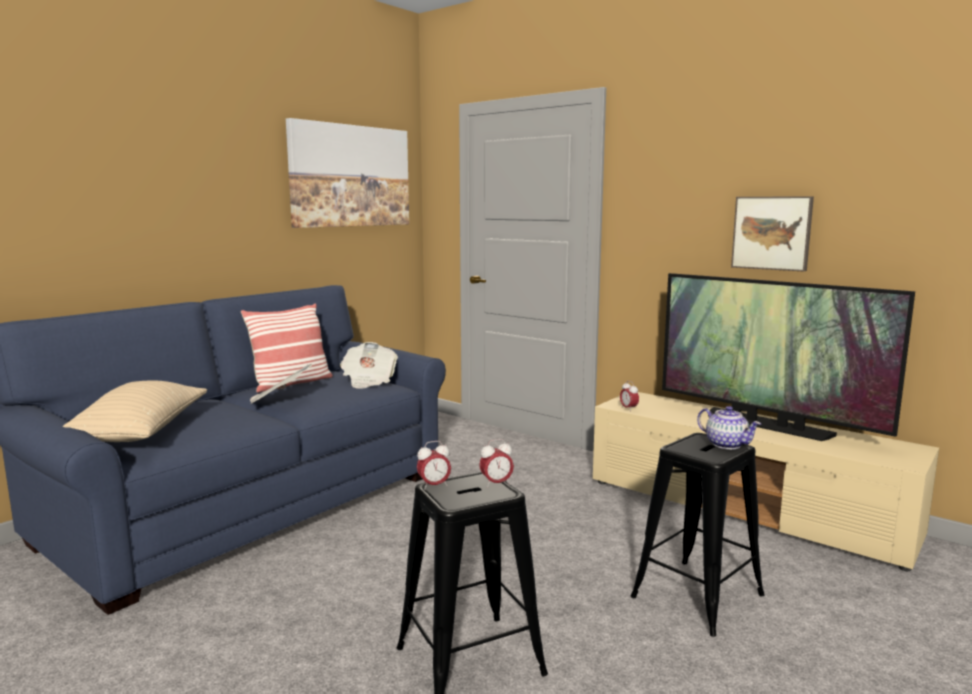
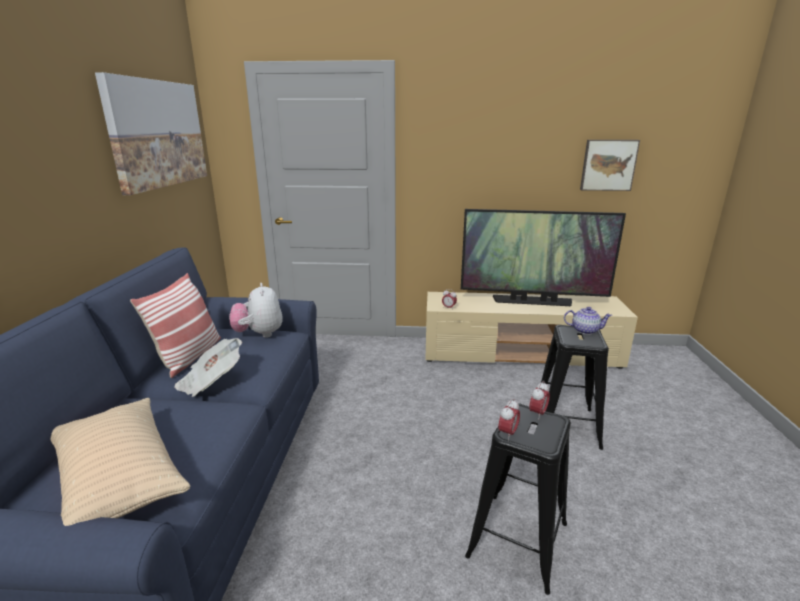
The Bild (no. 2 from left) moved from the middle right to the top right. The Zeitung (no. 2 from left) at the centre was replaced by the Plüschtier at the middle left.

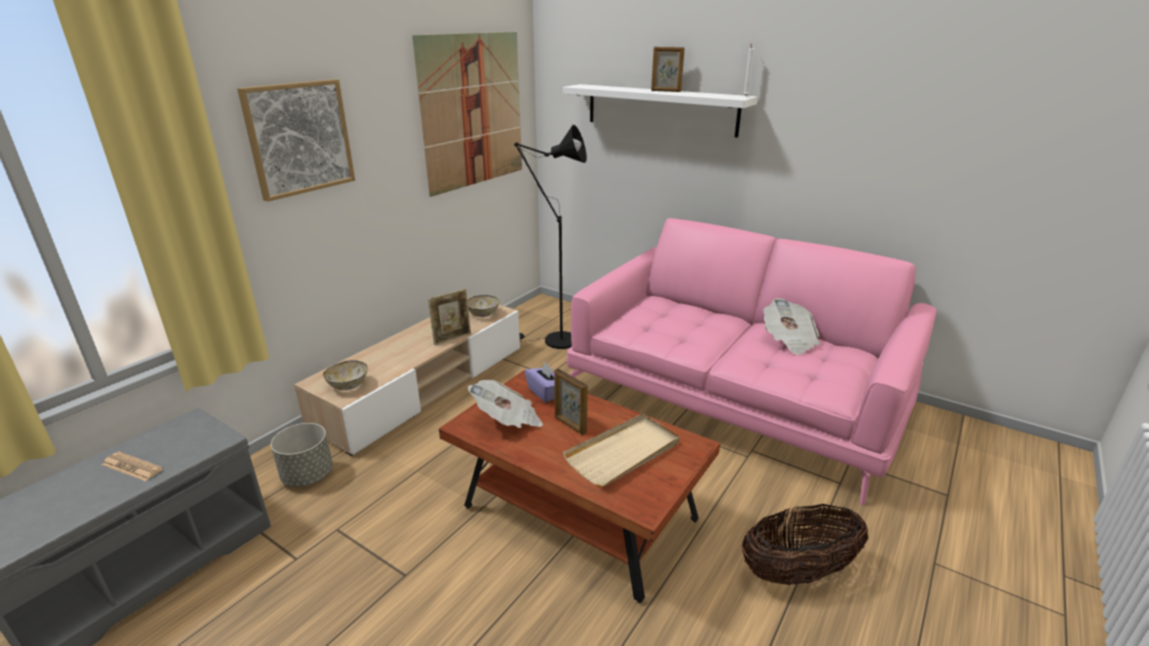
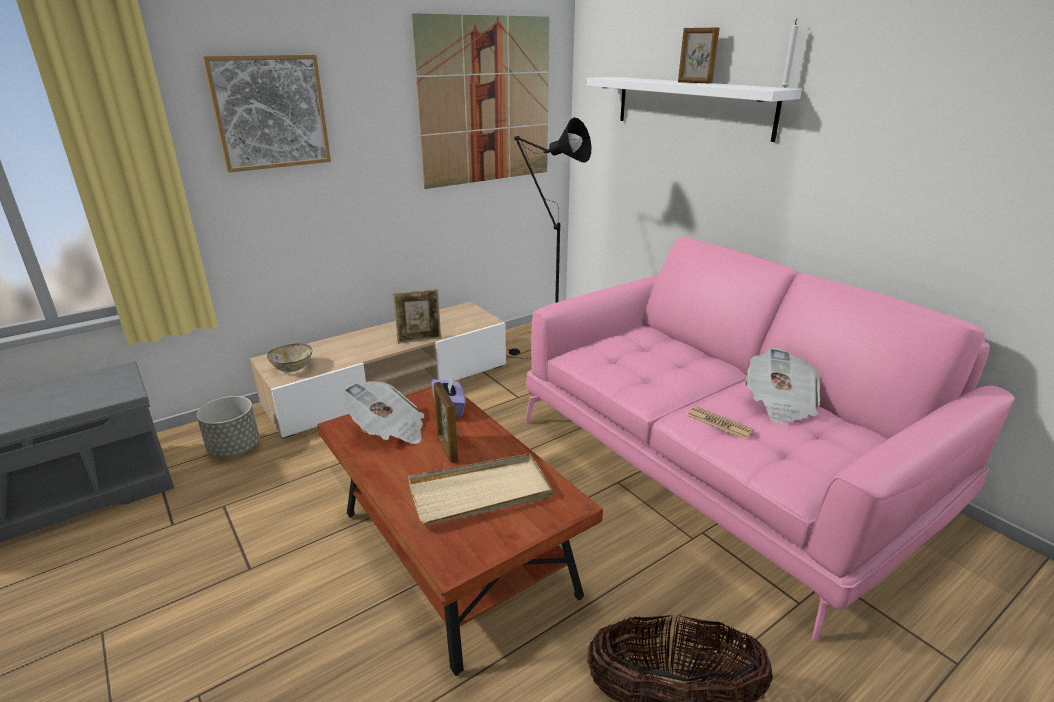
The Schüssel (no. 2 from left) at the centre disappeared. The Zeitung (no. 1 from left in the first image) moved from the bottom left to the middle right.

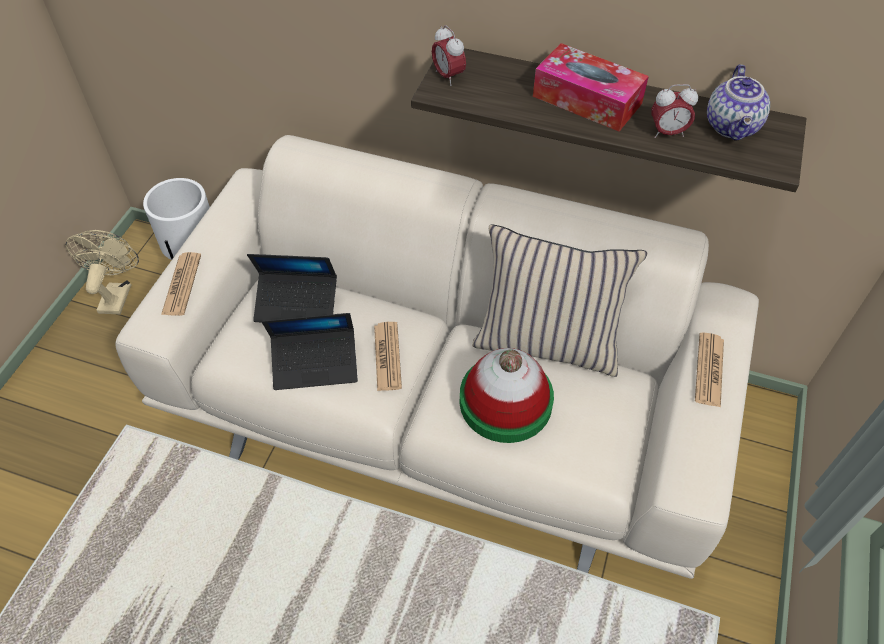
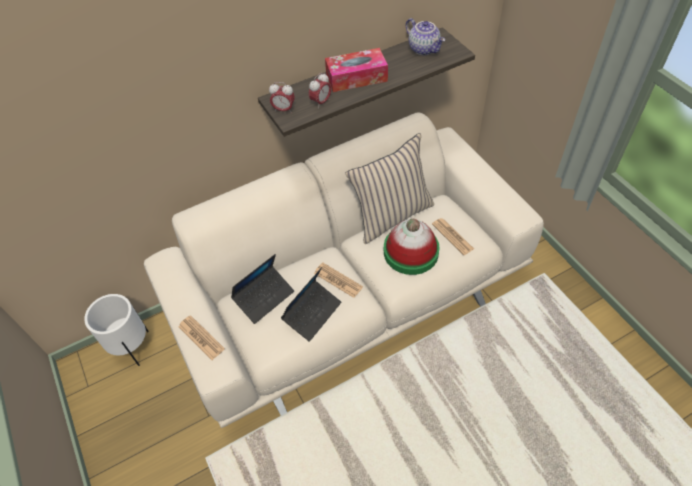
The Wecker (no. 2 from left) moved from the top right to the top centre. The Ventilator [beige] at the middle left disappeared. The Zeitung (no. 3 from left) moved from the middle right to the centre.

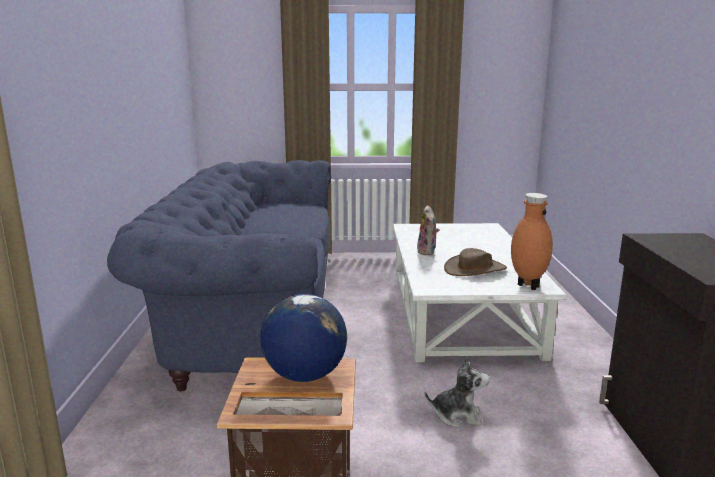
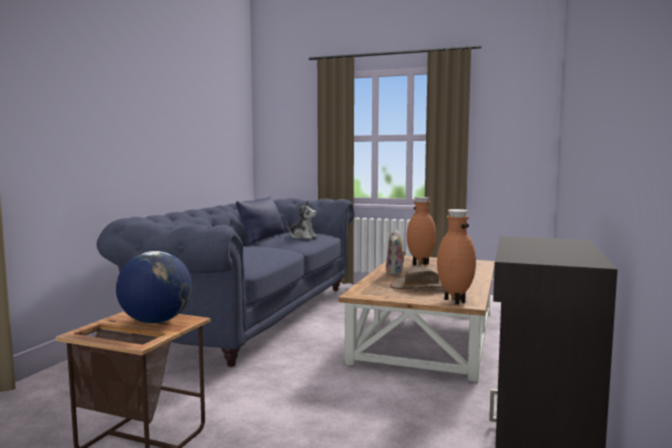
The Couchtisch [weiß] at the middle right became the Couchtisch [braun] at the bottom centre. The Plüschtier (no. 2 from left in the first image) moved from the bottom centre to the centre. The Kissen [blau] at the centre appeared. The Vase [braun] (no. 1 from left) at the centre appeared.

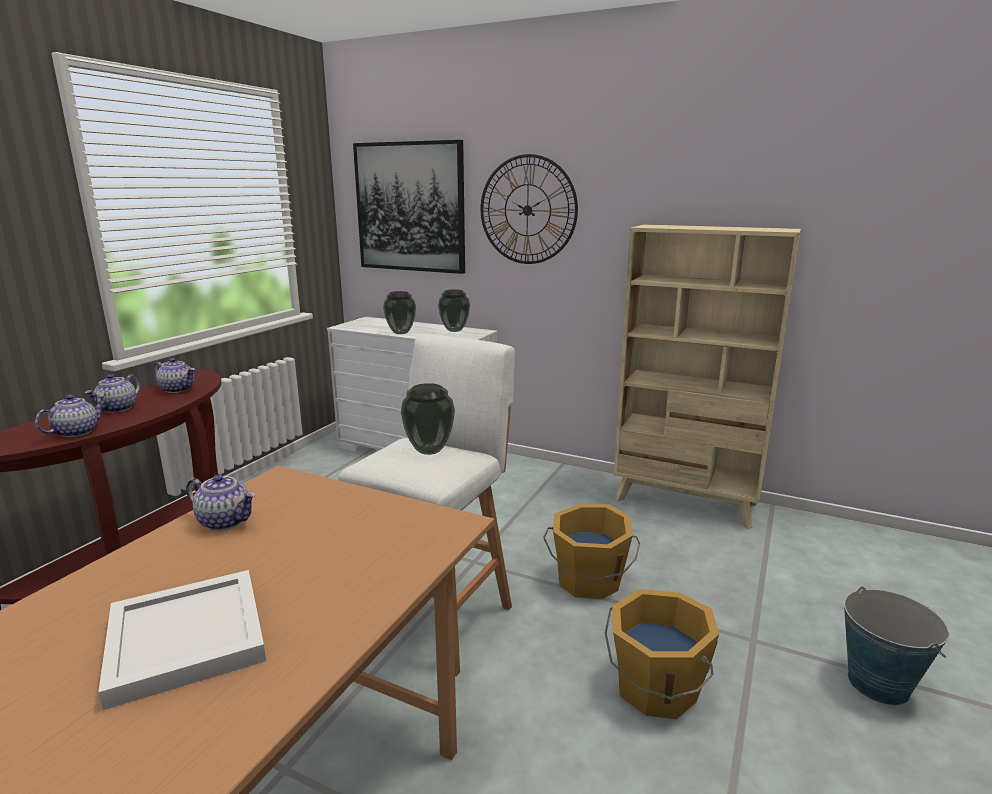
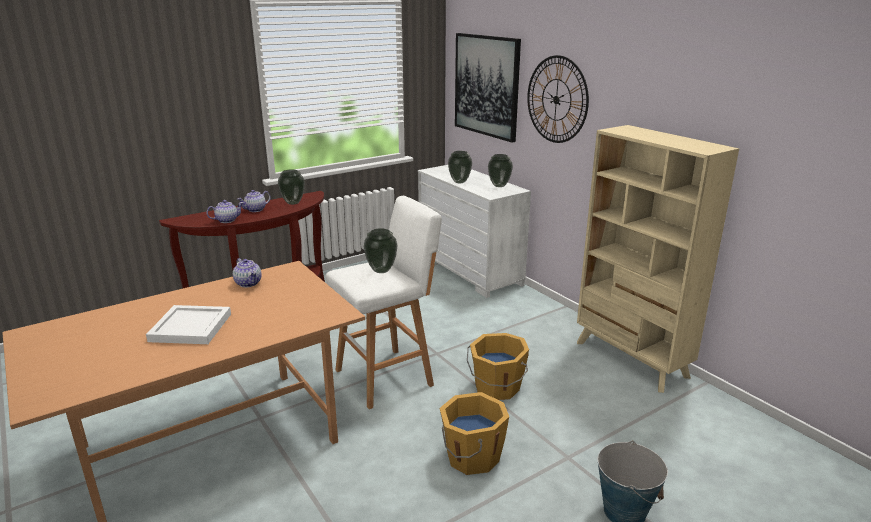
The Teekanne (no. 3 from left) at the middle left was replaced by the Vase (no. 1 from left) at the centre.

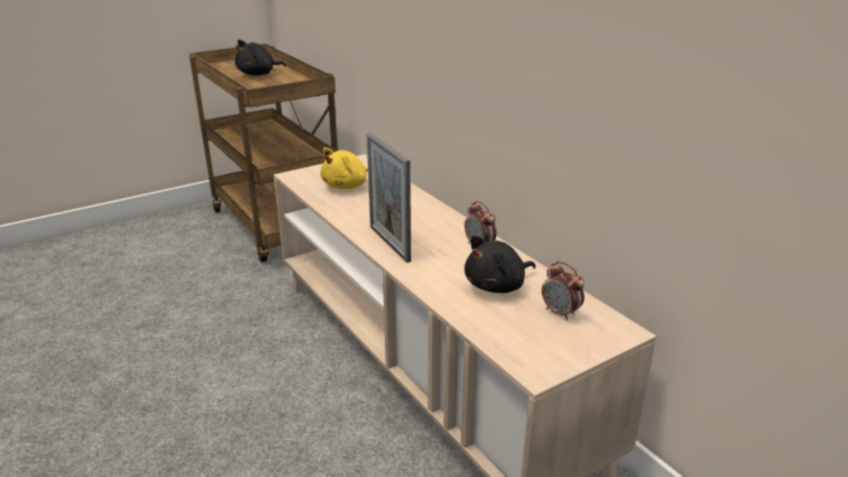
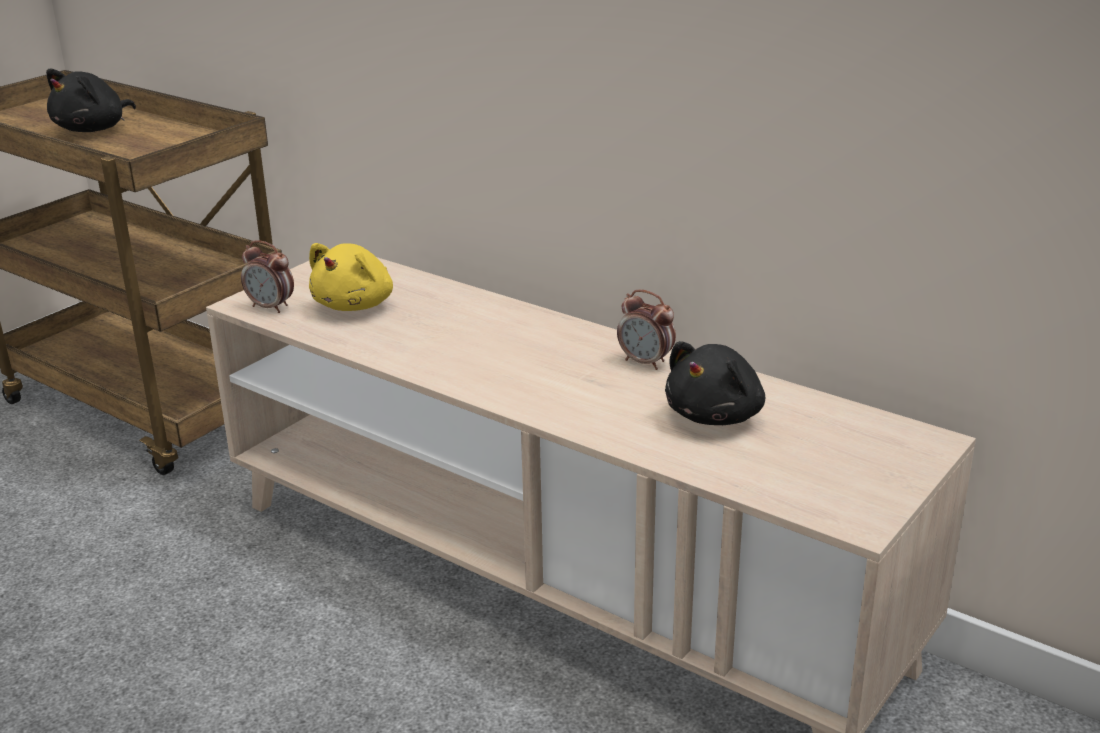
The Bilderrahmen at the centre disappeared. The Wecker (no. 2 from left in the first image) moved from the centre to the middle left.

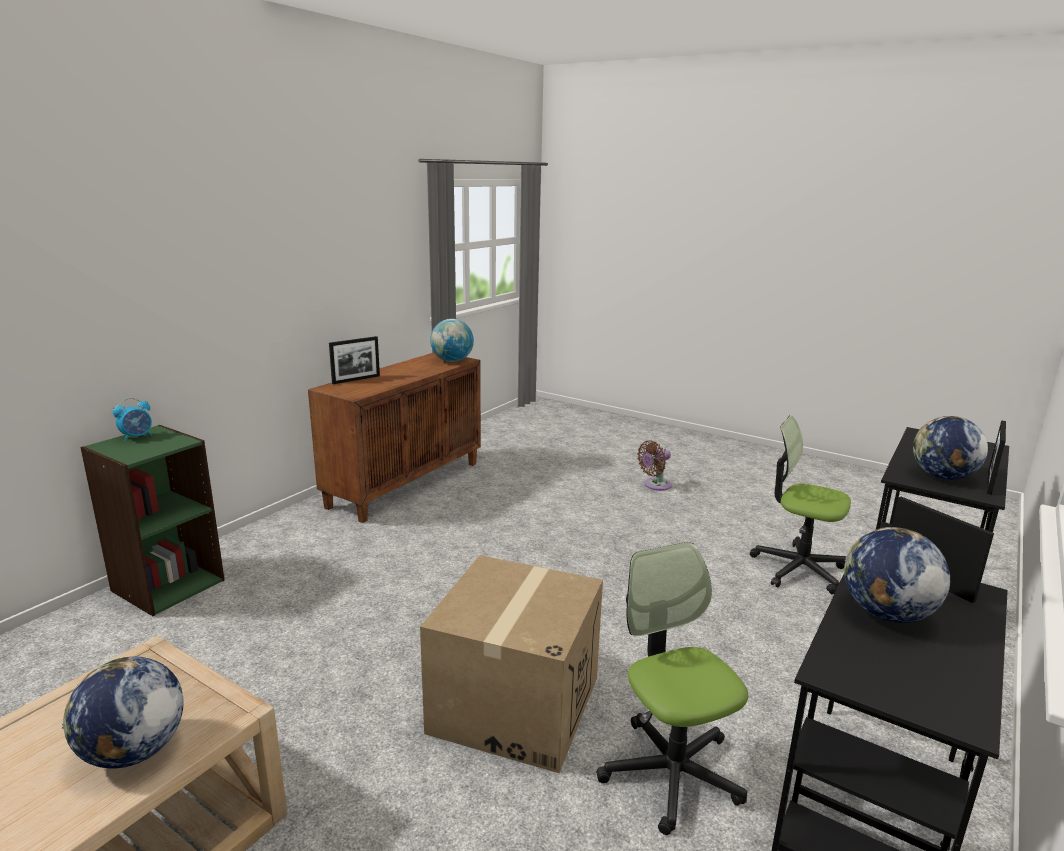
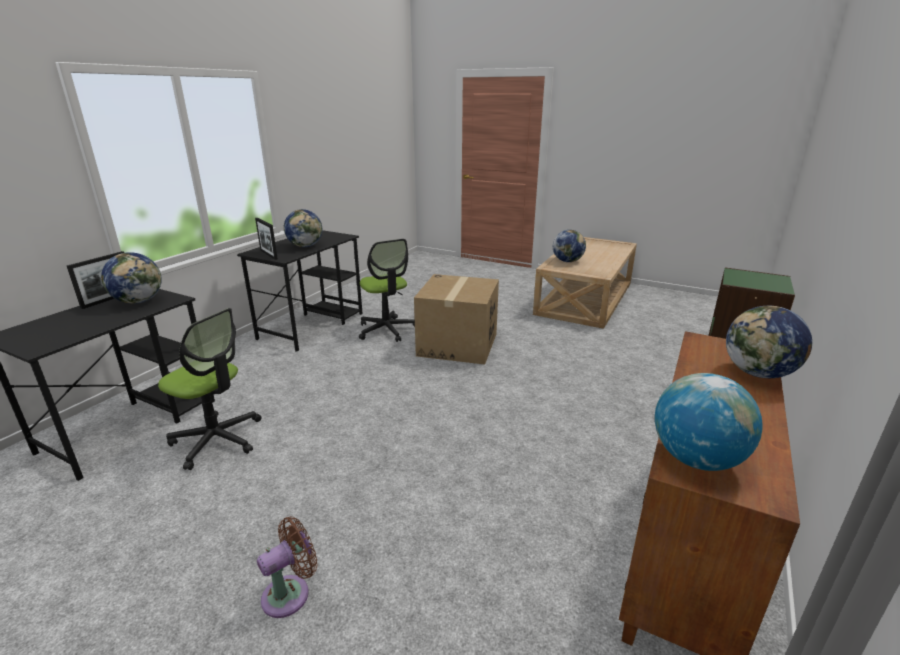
The Bilderrahmen (no. 1 from left) at the middle left was replaced by the Globus (no. 5 from left) at the middle right. The Wecker at the middle left disappeared.

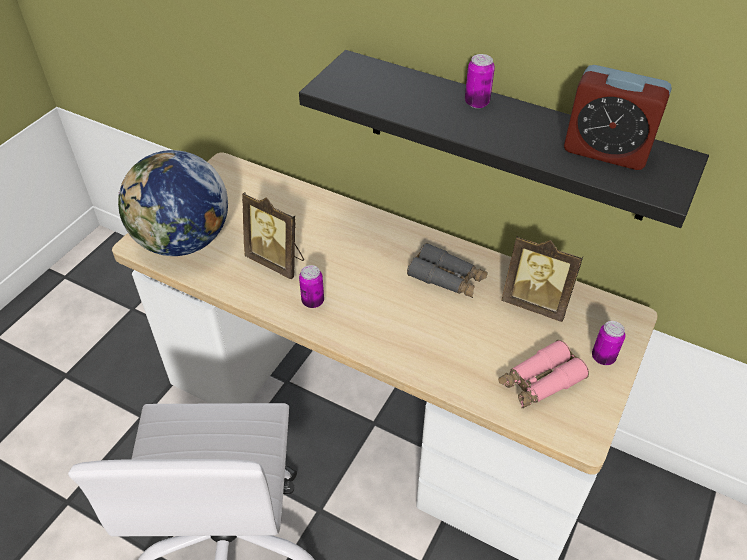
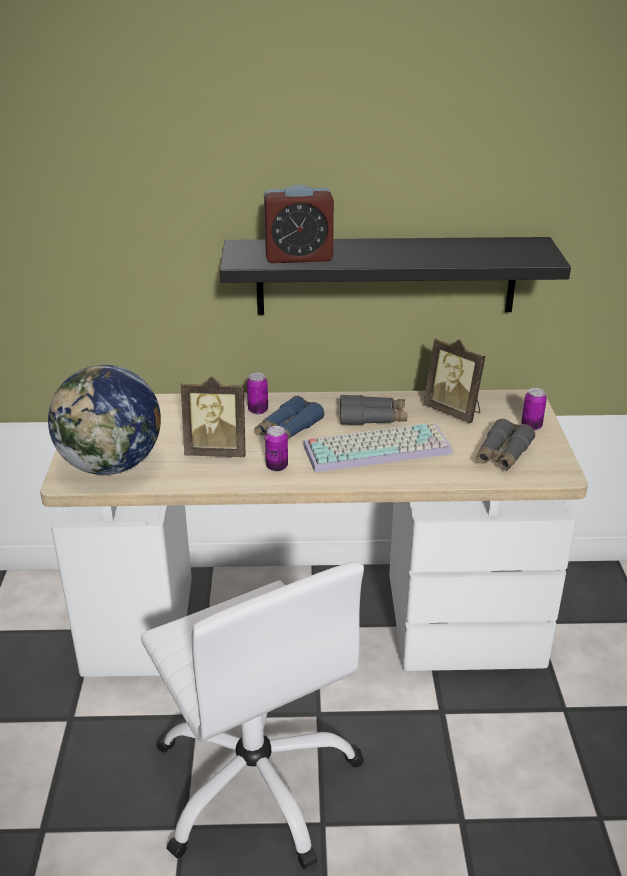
The Dose (no. 2 from left in the first image) moved from the top centre to the centre. The Wecker moved from the top right to the top centre. The Bilderrahmen (no. 2 from left) at the middle right turned 45 degrees clockwise. The Fernglas [rosa] at the bottom right became the Fernglas [grau] (no. 2 from left) at the middle right. The Fernglas [blau] at the centre appeared. The Tastatur at the centre appeared.

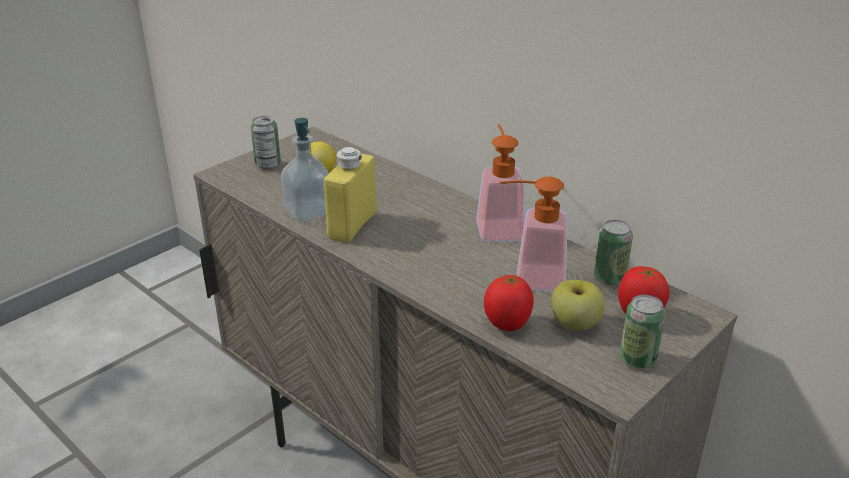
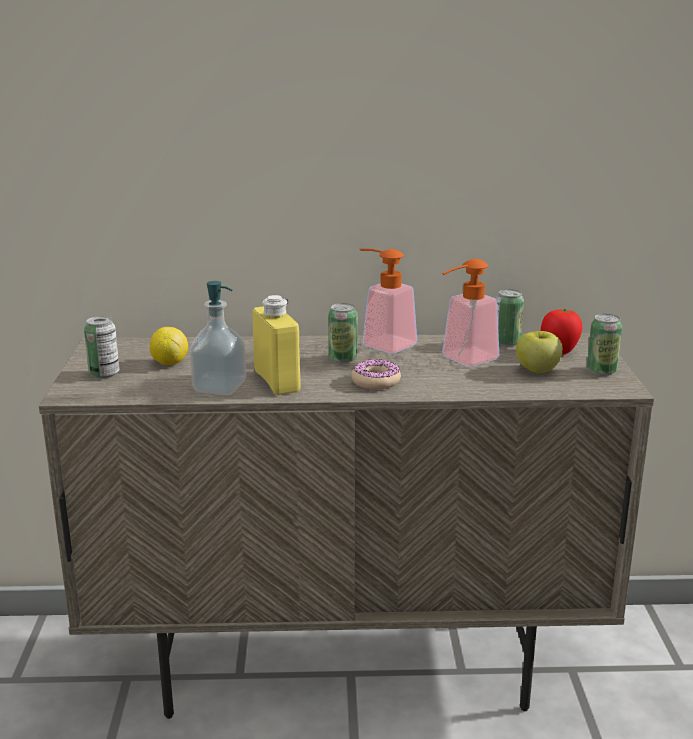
The Tomate (no. 1 from left) at the centre disappeared. The Dose (no. 2 from left) at the centre appeared. The Donut at the centre appeared.

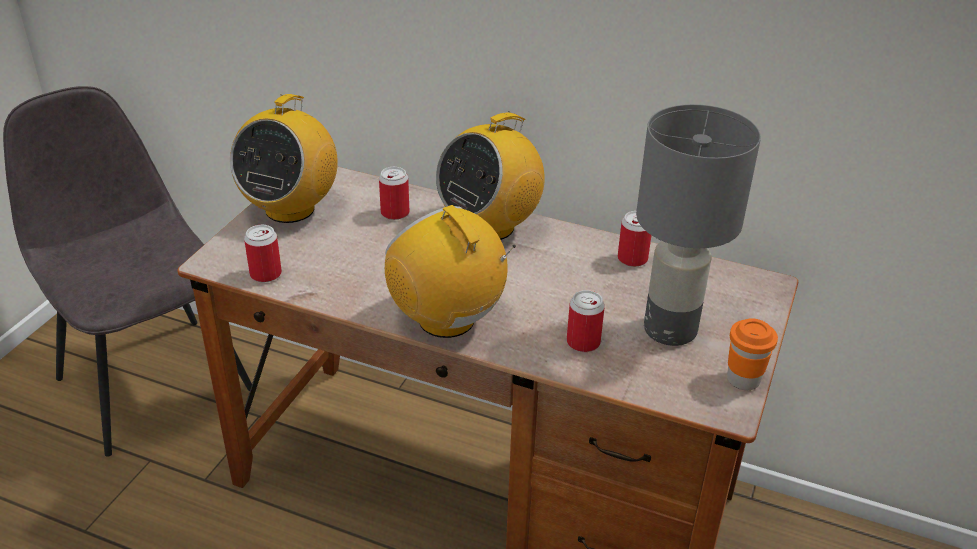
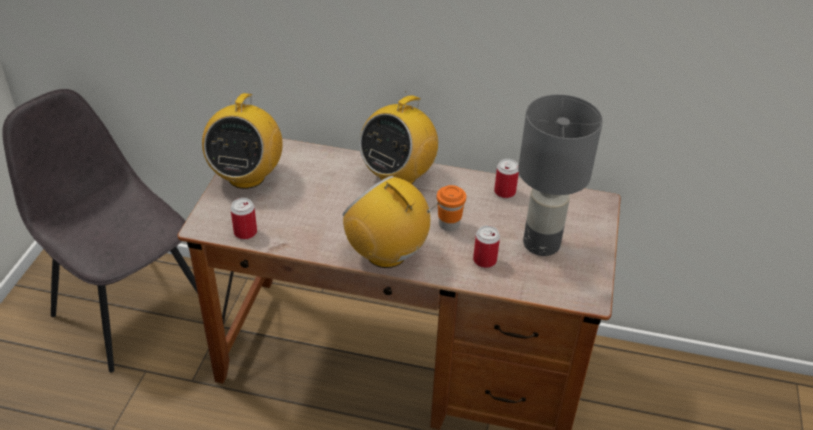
The Dose (no. 2 from left) at the centre disappeared. The Tasse [orange] moved from the middle right to the centre.

